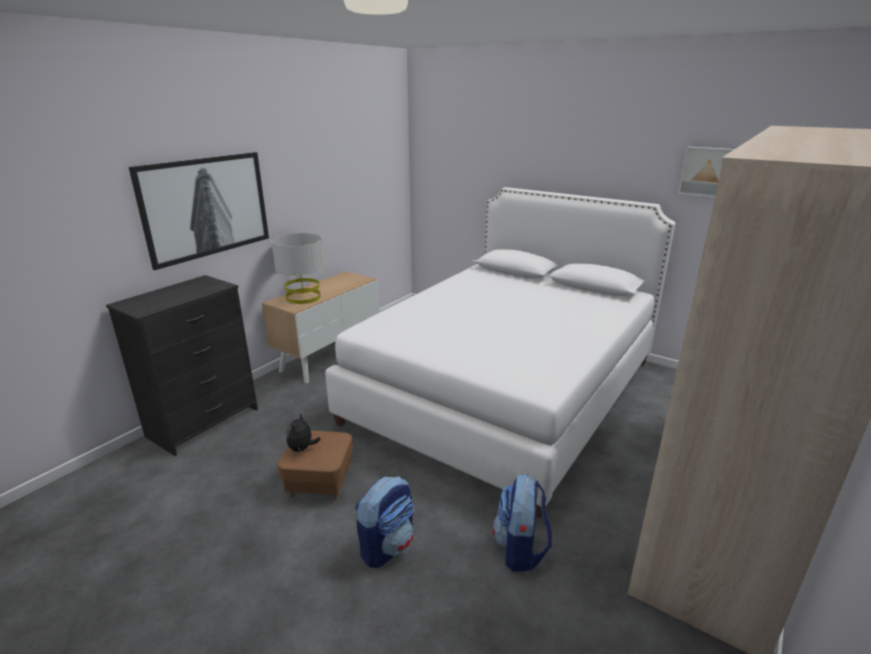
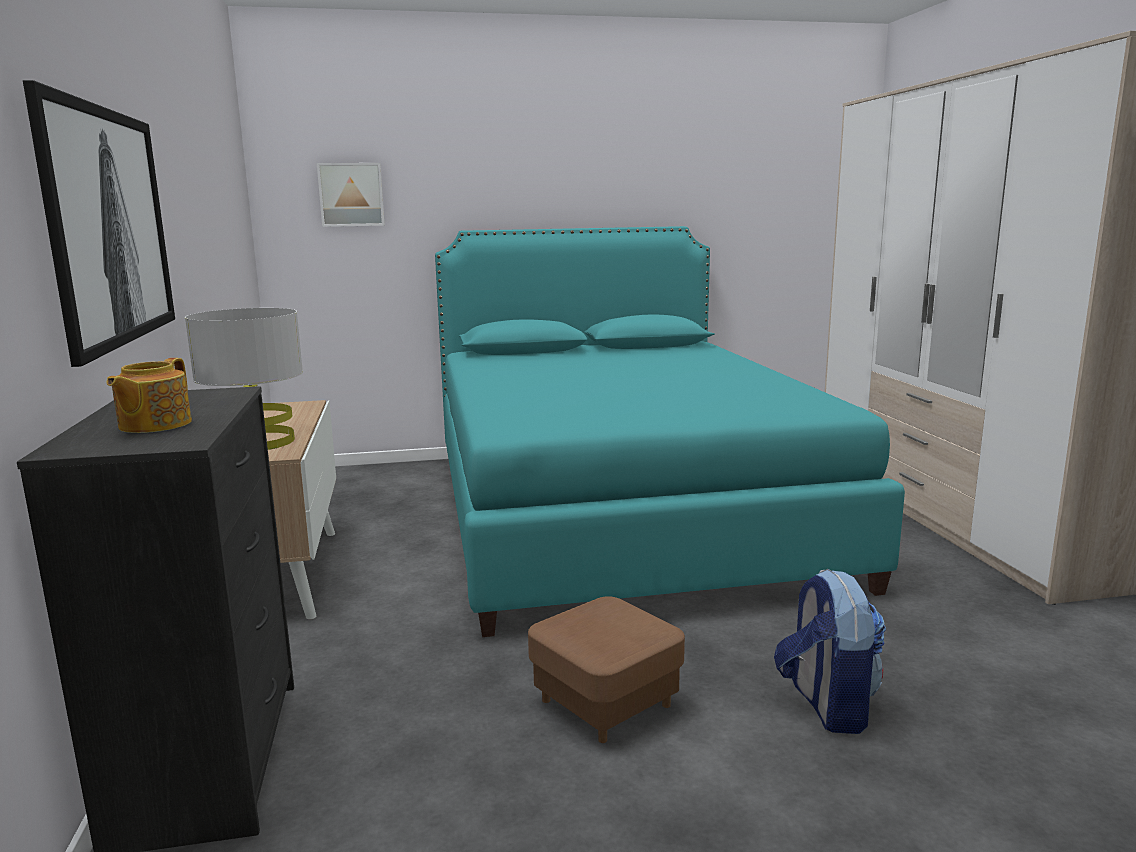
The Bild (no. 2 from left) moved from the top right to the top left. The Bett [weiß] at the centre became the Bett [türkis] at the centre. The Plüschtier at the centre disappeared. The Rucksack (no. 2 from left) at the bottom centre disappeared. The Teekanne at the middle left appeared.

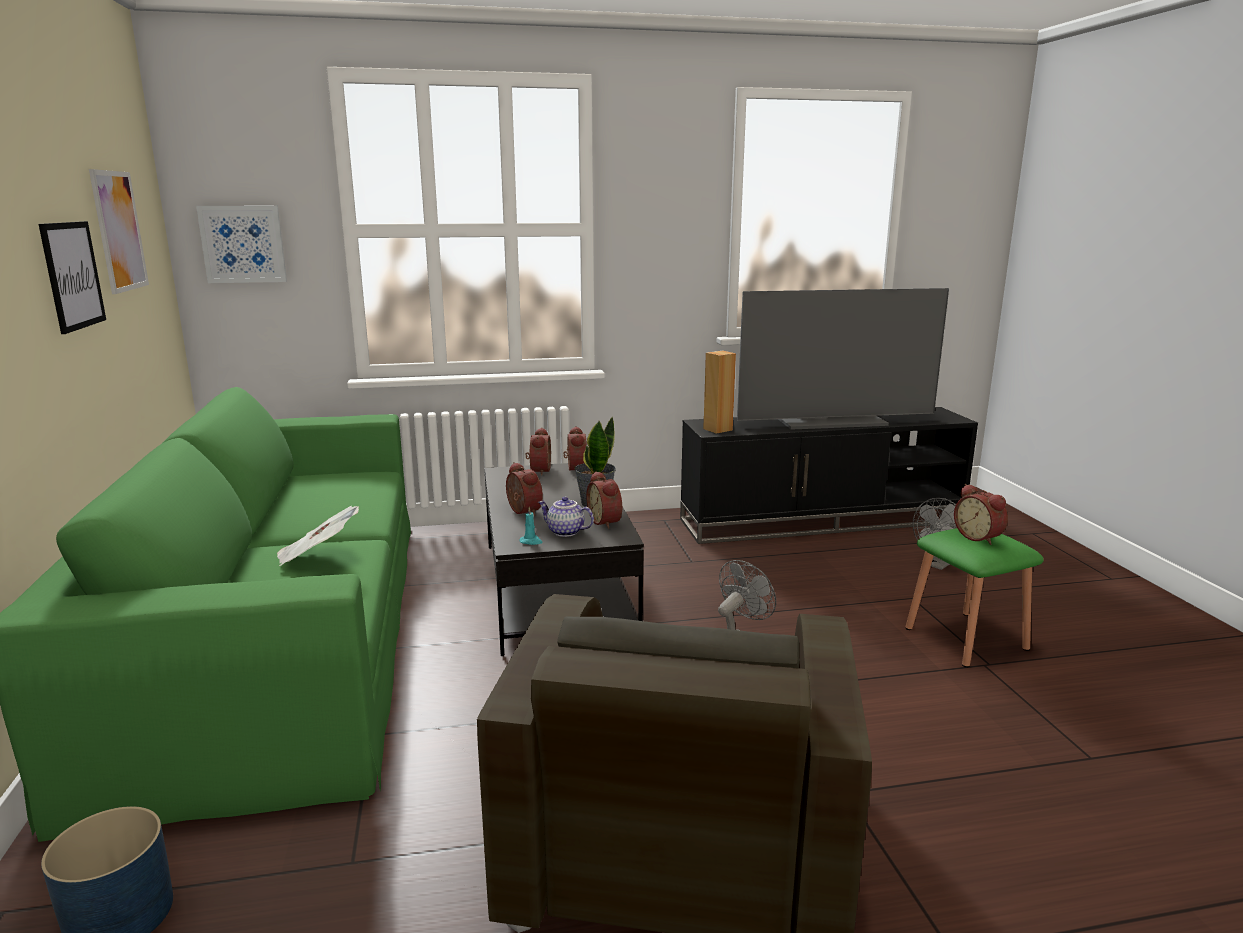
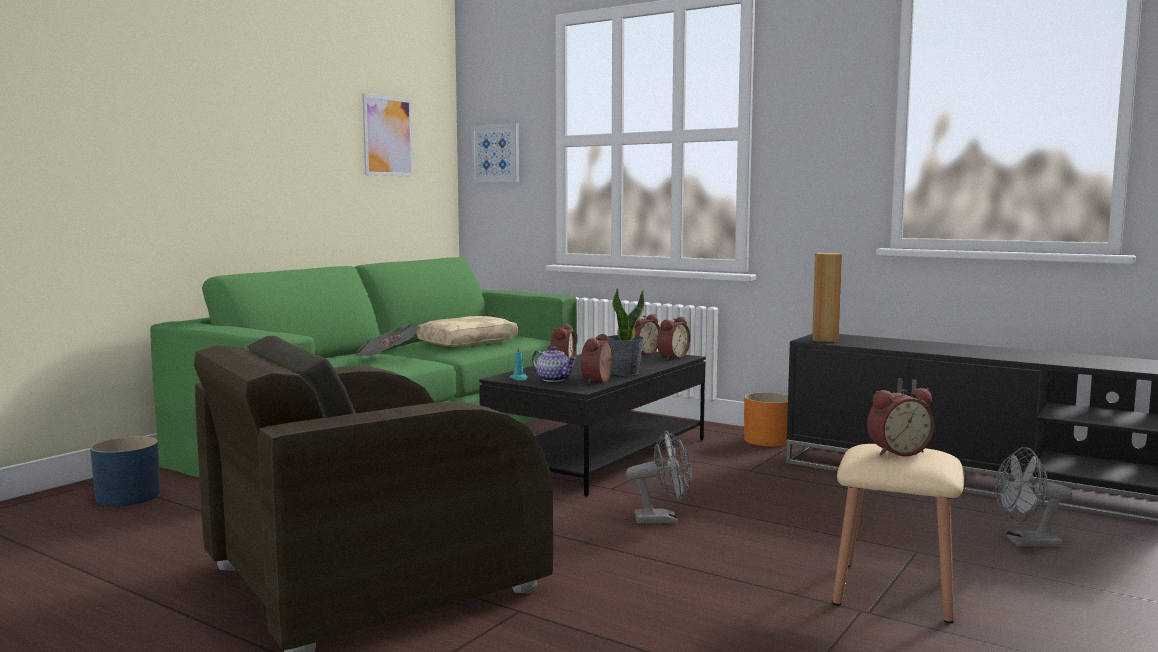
The Bild (no. 1 from left) at the top left disappeared. The Fernseher at the middle right disappeared. The Wecker (no. 5 from left) at the middle right turned 120 degrees counterclockwise. The Teekanne at the centre turned 150 degrees clockwise. The Hocker [grün] at the middle right became the Hocker [beige] at the bottom right. The Kissen [beige] at the centre appeared. The Pflanzkübel [orange] at the centre appeared.

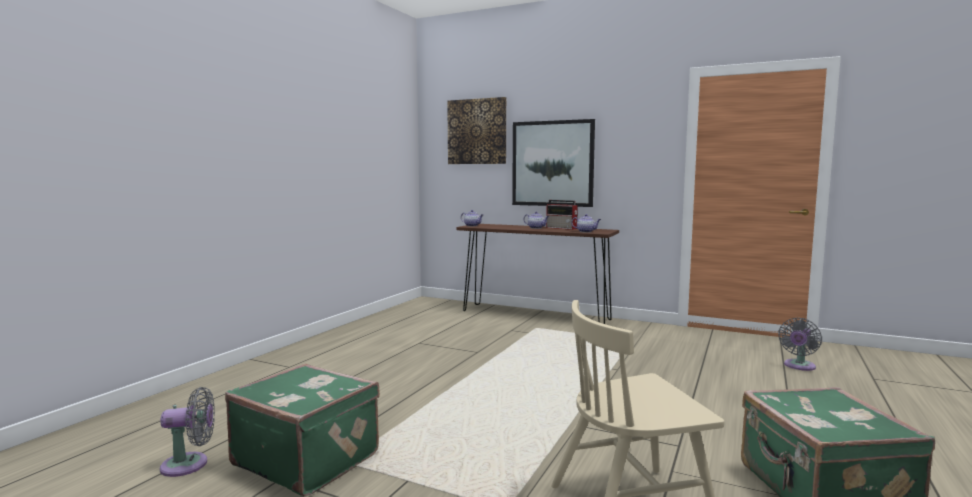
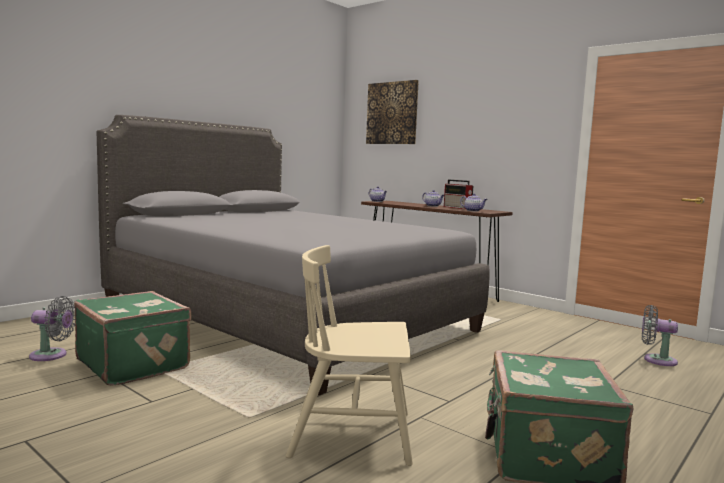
The Bild (no. 2 from left) at the top centre disappeared. The Ventilator [grau] (no. 2 from left) at the bottom right turned 60 degrees clockwise. The Bett [grau] at the centre appeared.

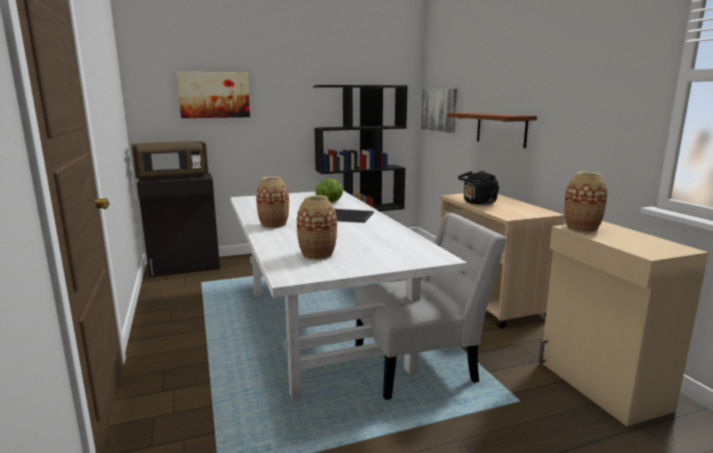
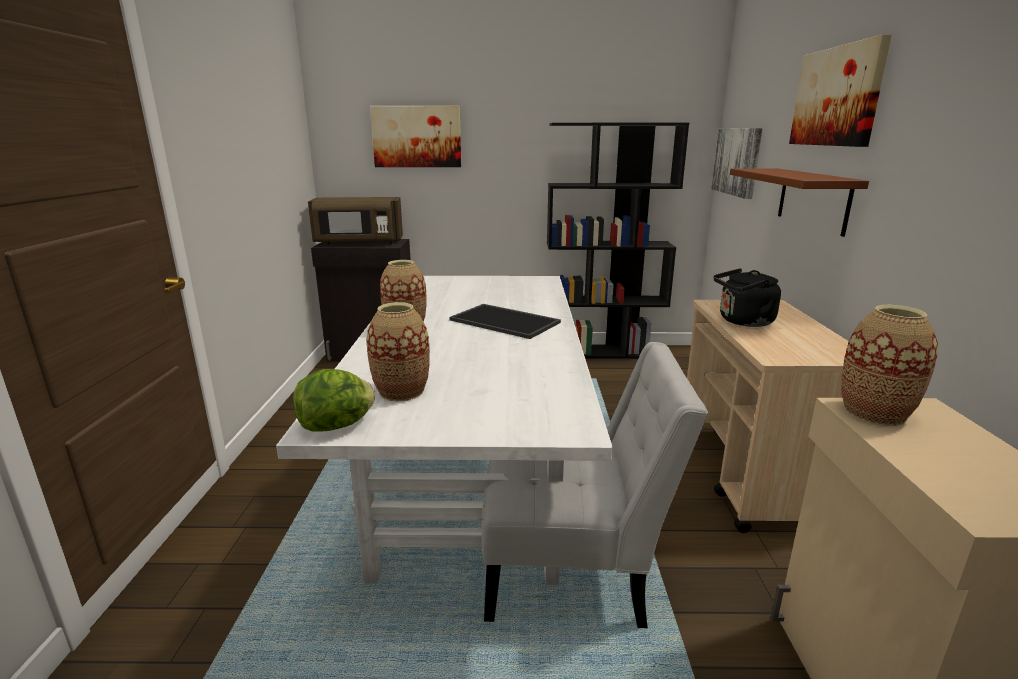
The Salatkopf moved from the centre to the middle left. The Bild (no. 3 from left) at the top right appeared.

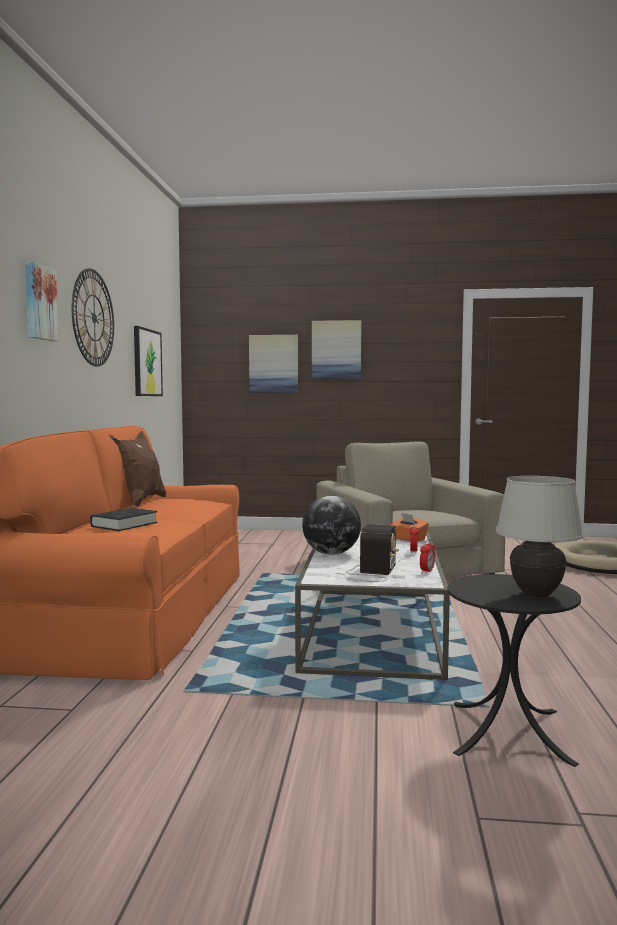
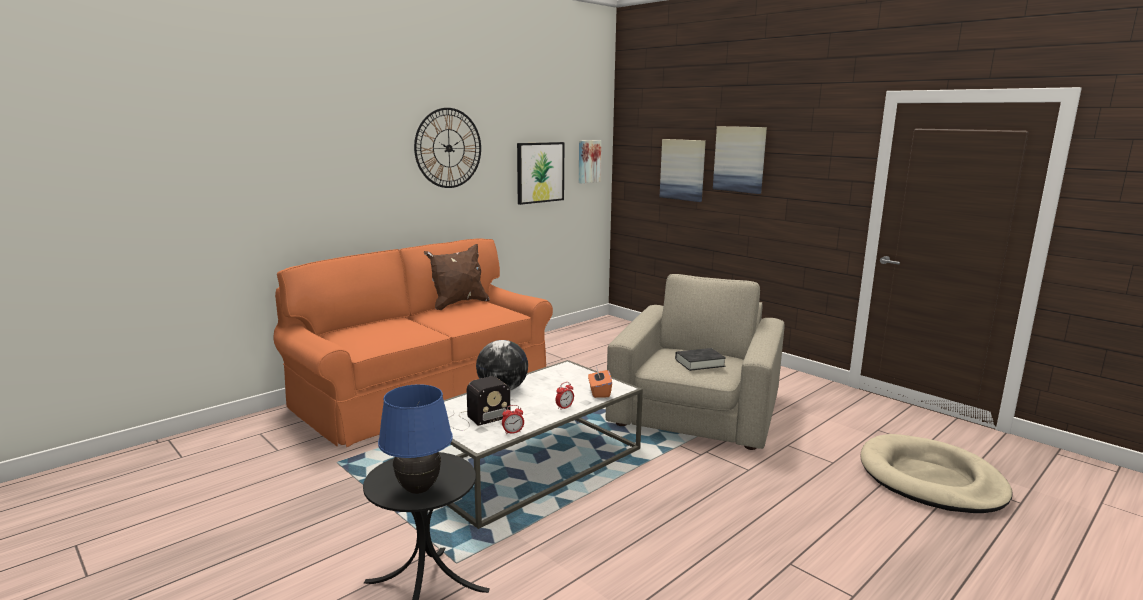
The Bild (no. 1 from left in the first image) moved from the top left to the top centre. The Tischlampe [weiß] at the middle right became the Tischlampe [blau] at the bottom centre. The Buch [schwarz] moved from the middle left to the centre.

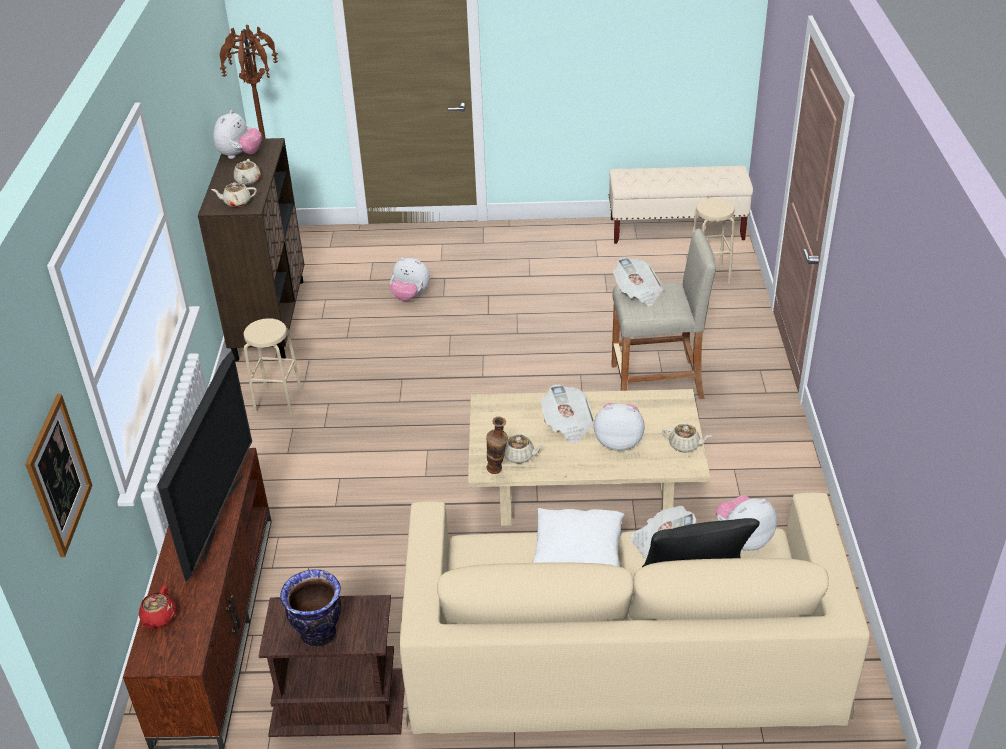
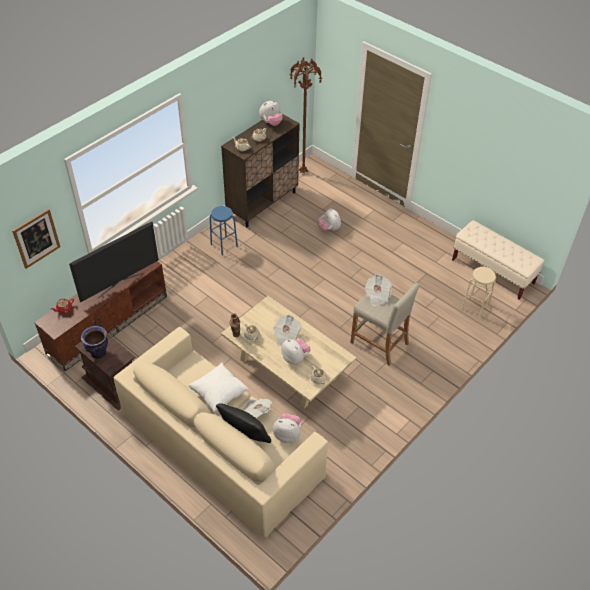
The Hocker [beige] (no. 1 from left) at the middle left became the Hocker [blau] at the centre.

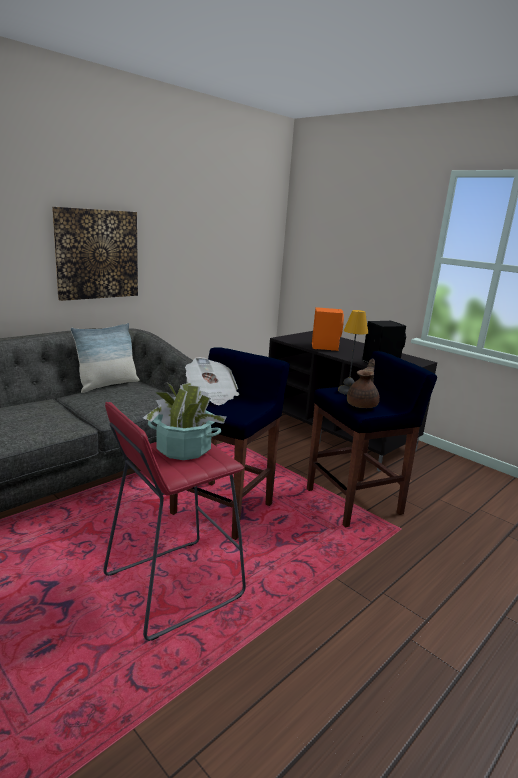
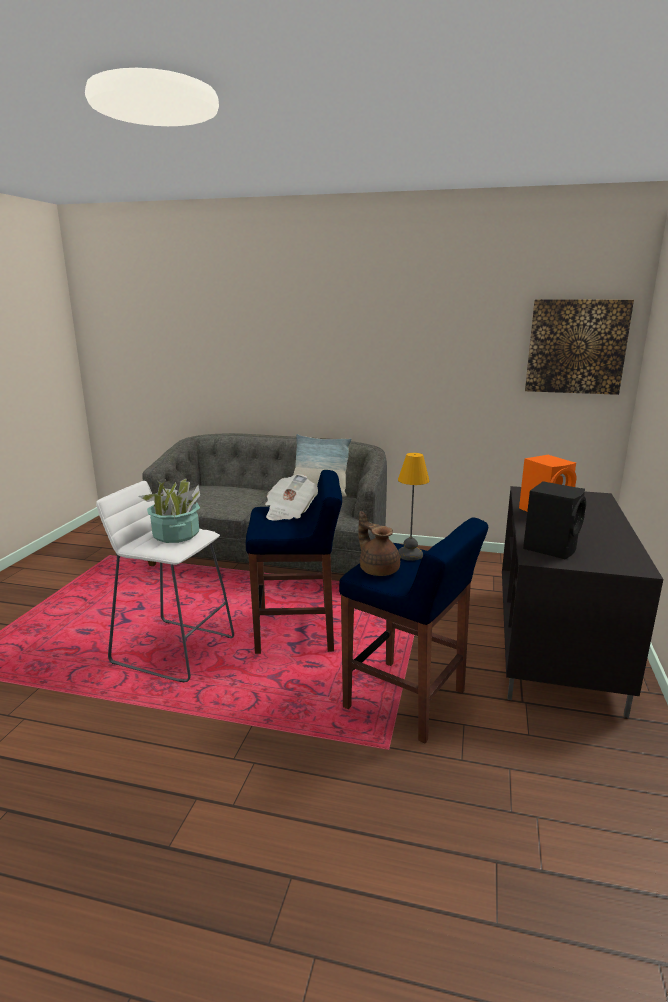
The Bild moved from the top left to the middle right. The Teekanne [braun] at the middle right turned 120 degrees counterclockwise. The Hocker [rot] at the bottom centre became the Hocker [weiß] at the middle left.

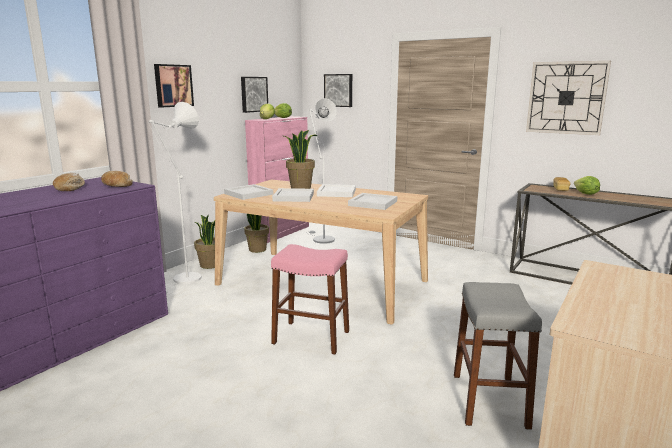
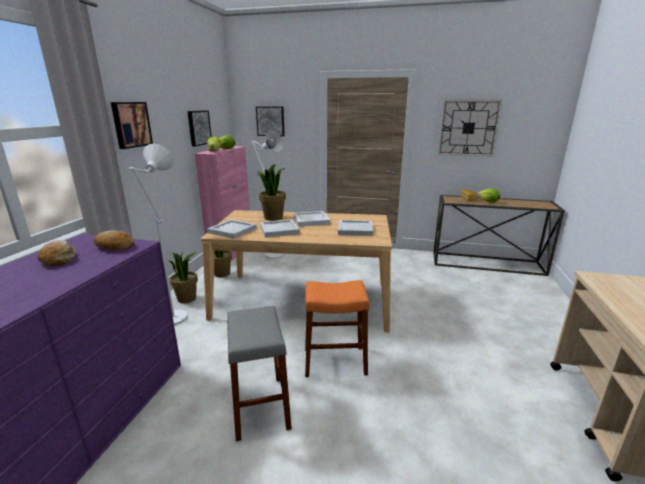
The Hocker [rosa] at the bottom centre became the Hocker [orange] at the bottom centre. The Hocker [grau] moved from the bottom right to the bottom centre.

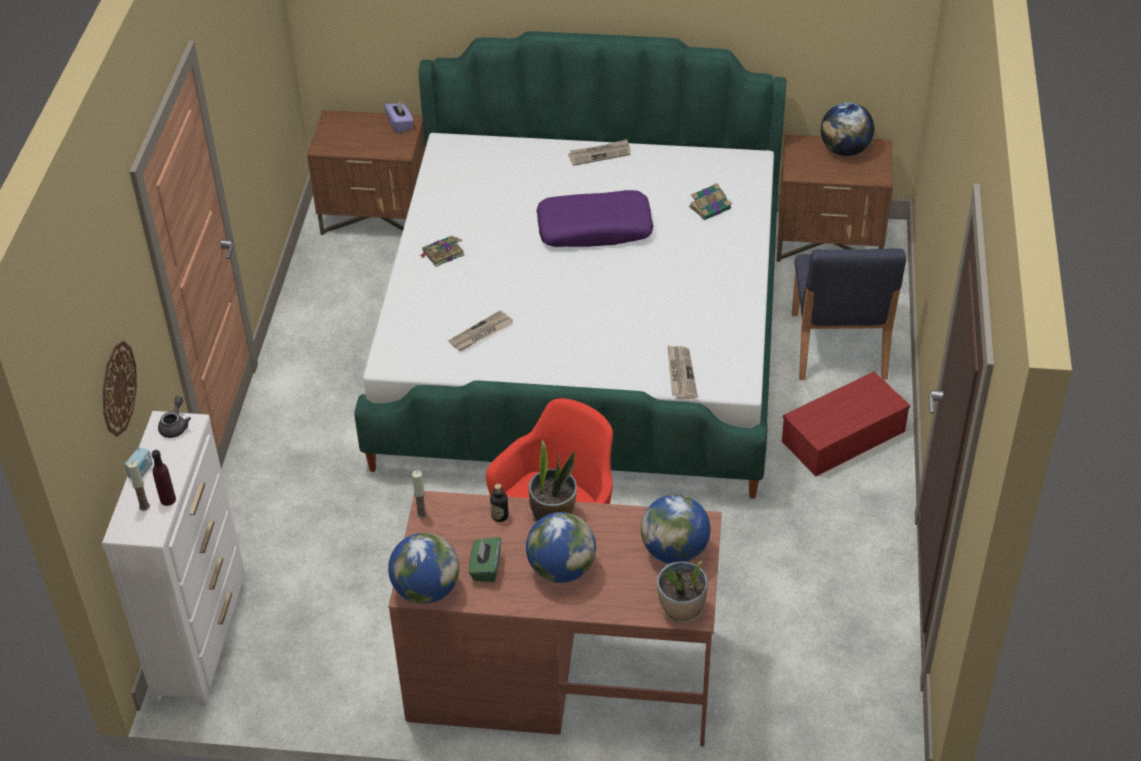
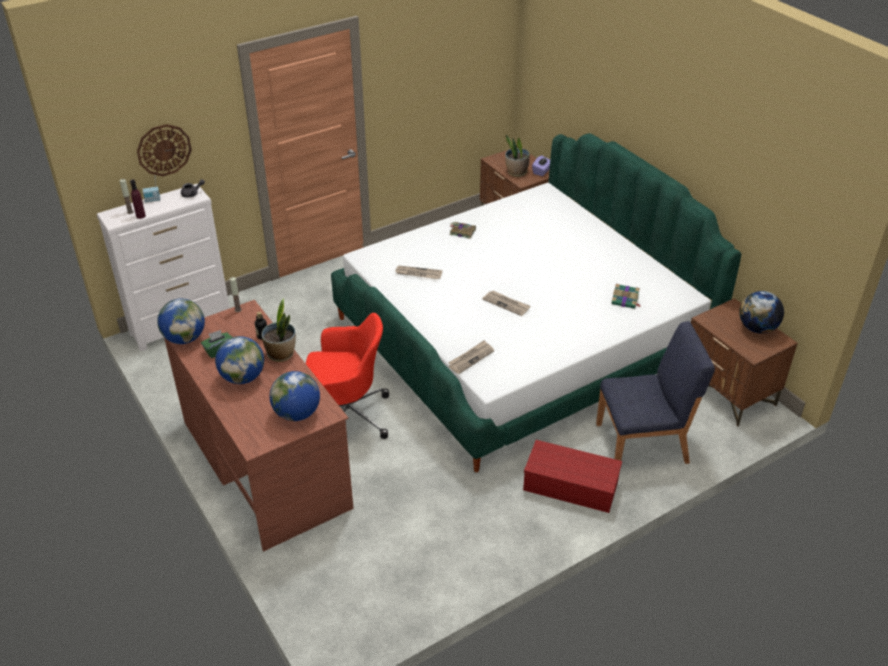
The Zeitung (no. 2 from left in the first image) moved from the top centre to the centre. The Kissen [lila] at the top centre disappeared. The Stuhl [blau] at the middle right turned 150 degrees counterclockwise. The Topfpflanze (no. 2 from left) moved from the bottom centre to the top centre.

